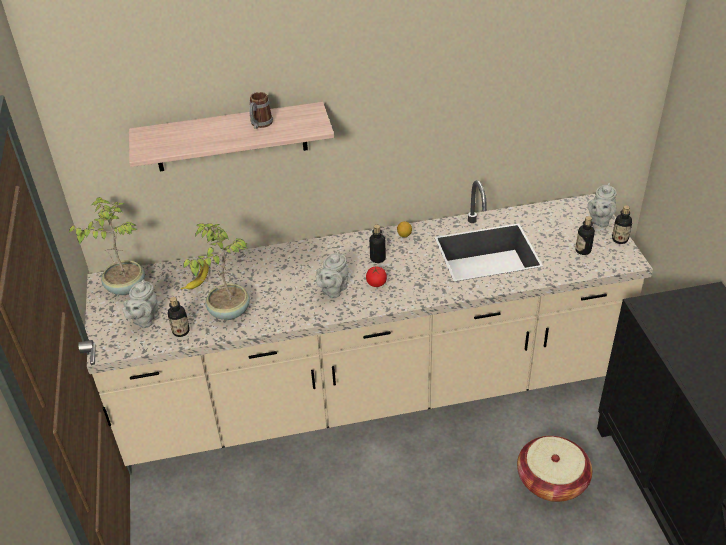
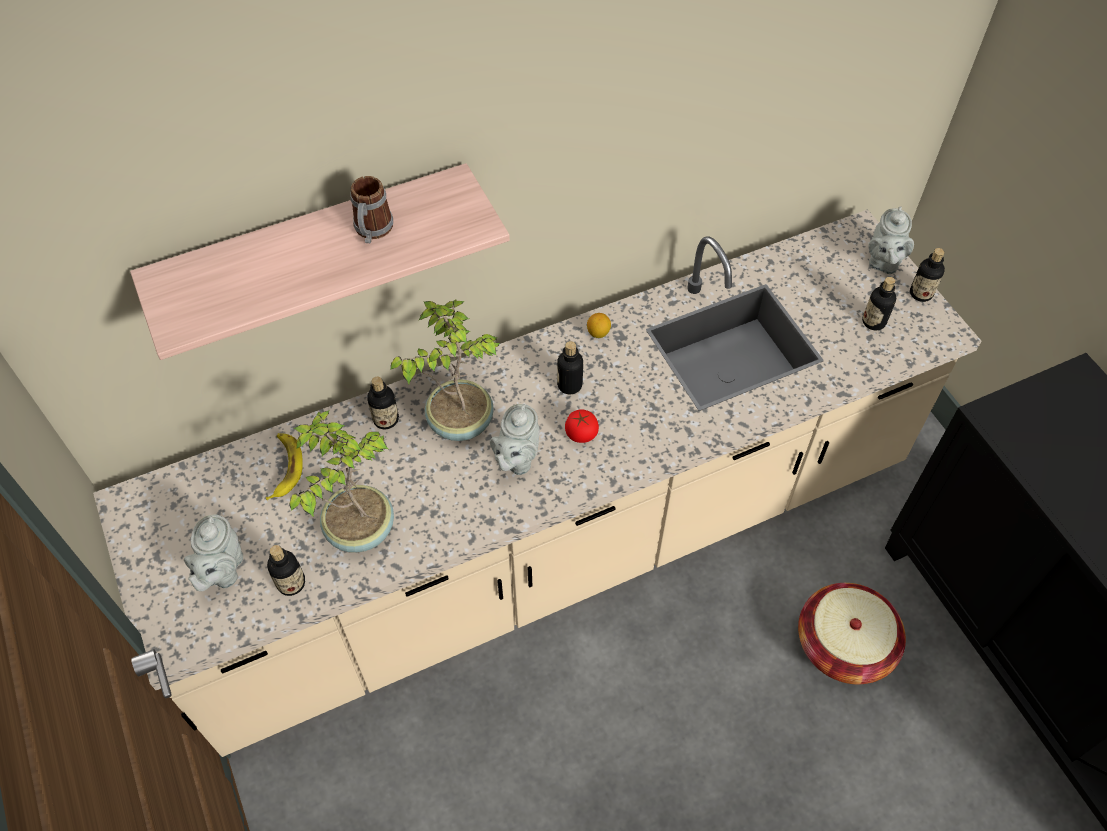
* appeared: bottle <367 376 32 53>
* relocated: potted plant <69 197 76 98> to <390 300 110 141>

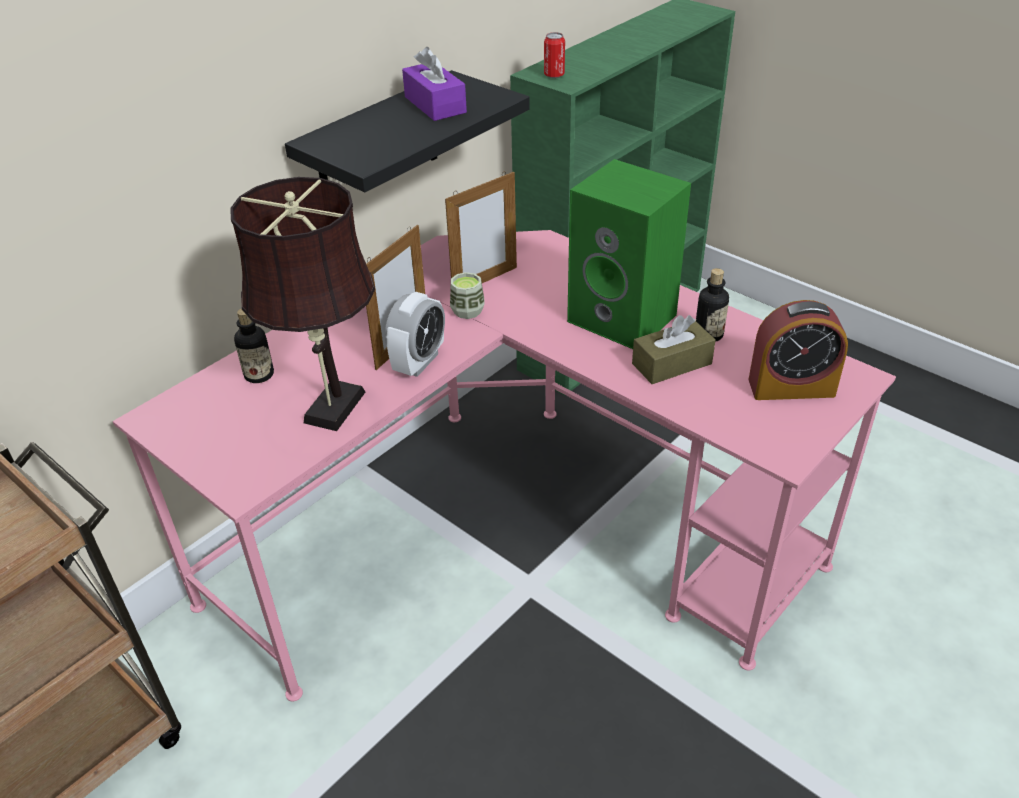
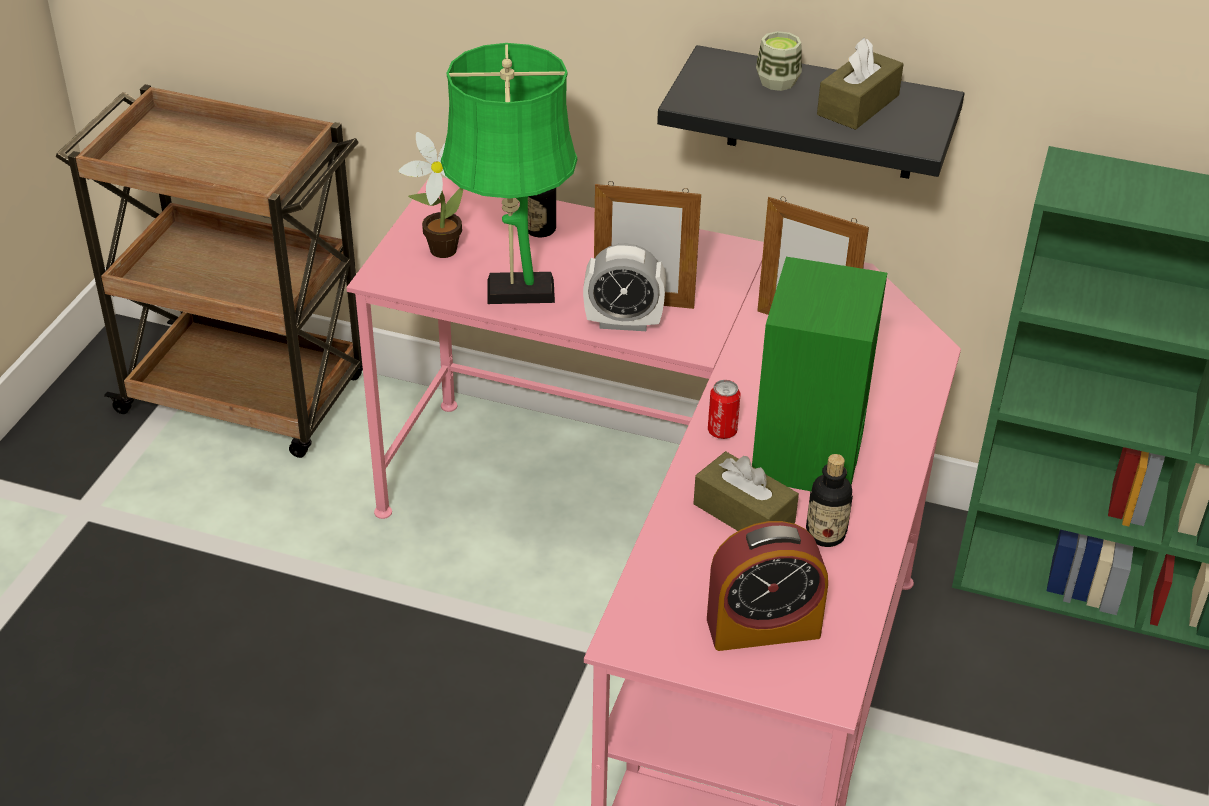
* appeared: potted plant <398 132 66 126>
* relocated: cup <450 272 34 47> to <756 31 46 60>
* relocated: can <544 32 21 46> to <708 380 33 59>
* colour: table lamp/brown <230 177 145 254> to table lamp/green <441 43 137 261>
* colour: tissue box/purple <402 47 65 74> to tissue box/brown <817 37 87 93>
* spun: alarm clock <748 300 100 100> = <707 521 121 130> 75 degrees counterclockwise

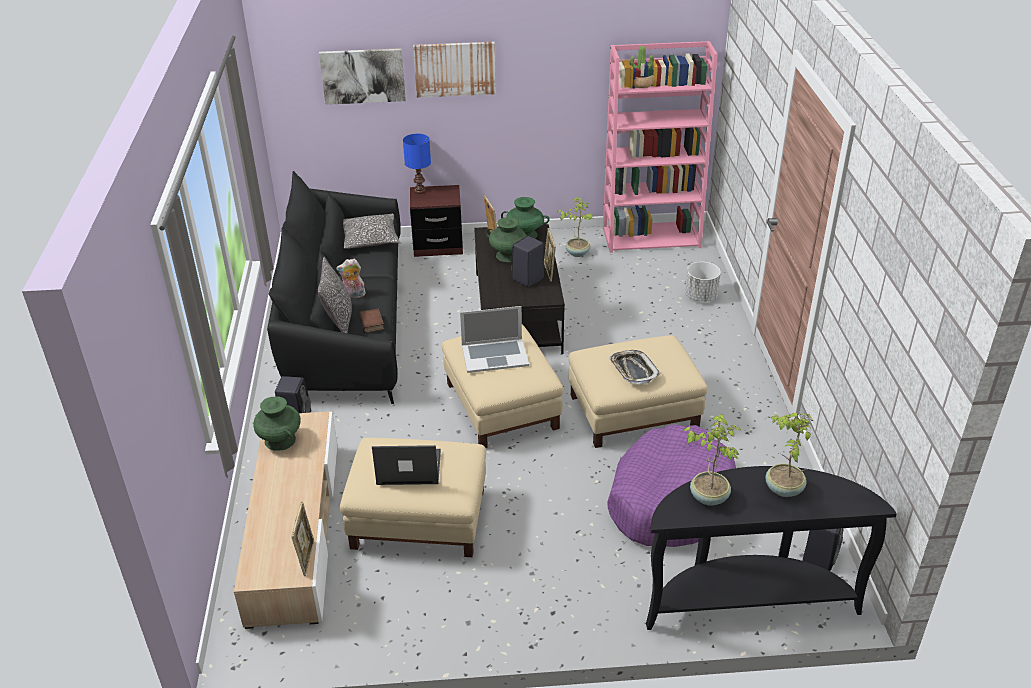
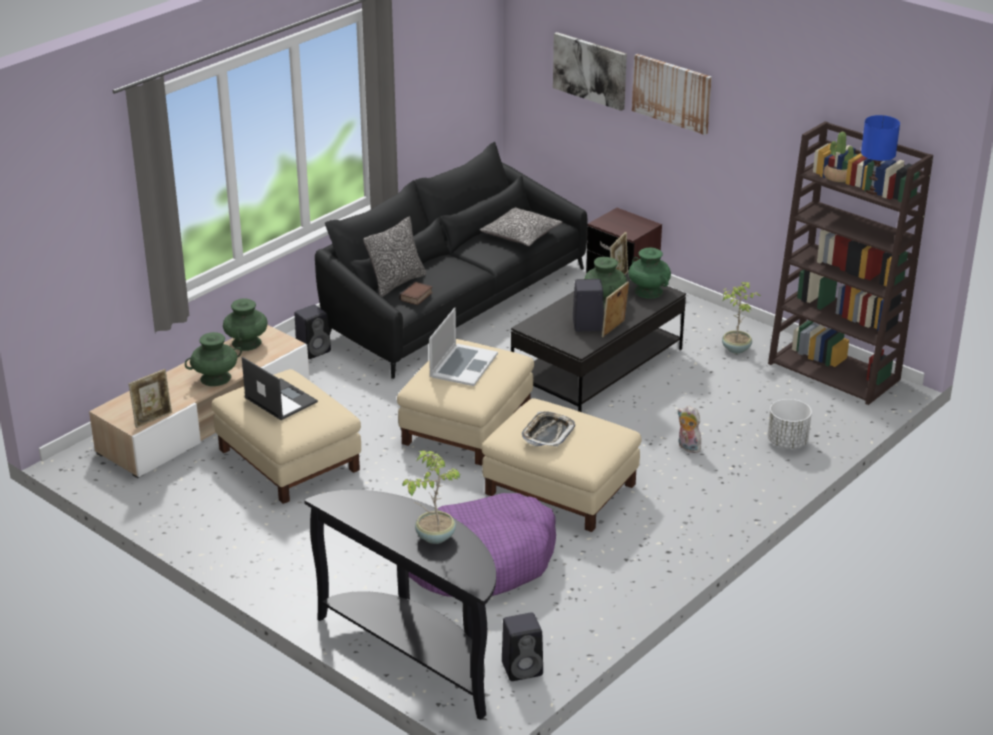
* missing: potted plant <683 414 58 92>
* appeared: vase/green <185 332 57 54>
* relocated: plush toy <336 259 30 39> to <677 406 24 47>
* relocated: table lamp/blue <403 134 28 60> to <861 115 39 80>
* colour: bookcase/pink <603 41 115 212> to bookcase/brown <768 121 165 284>
* spun: laptop <460 306 69 67> = <429 307 69 79> 105 degrees counterclockwise

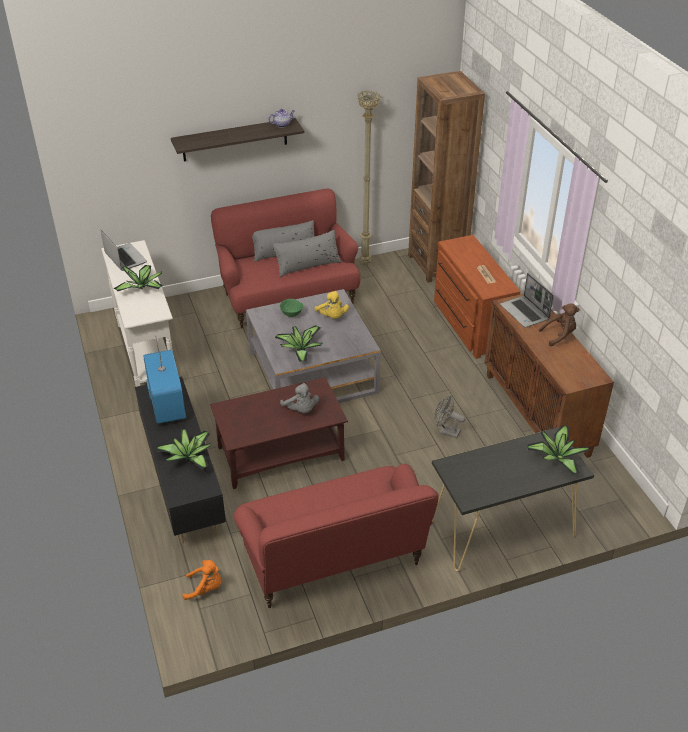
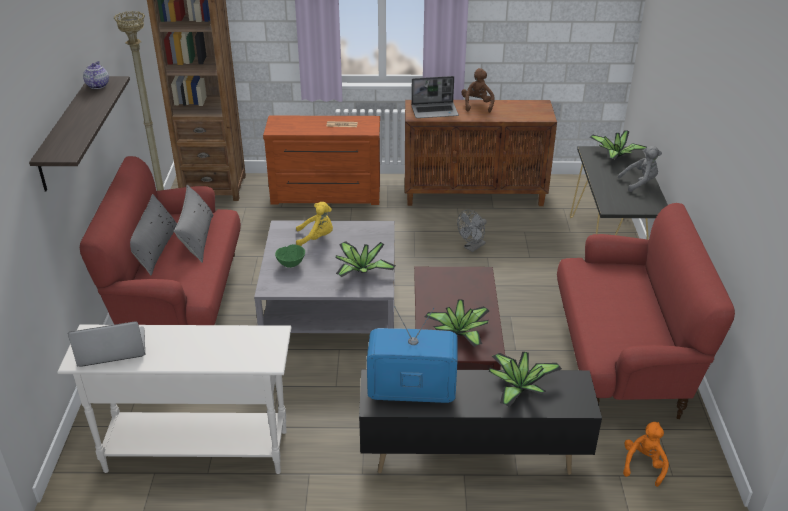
* relocated: potted plant <114 265 49 26> to <424 299 65 48>
* relocated: plush toy/grey <280 383 39 30> to <618 146 44 46>

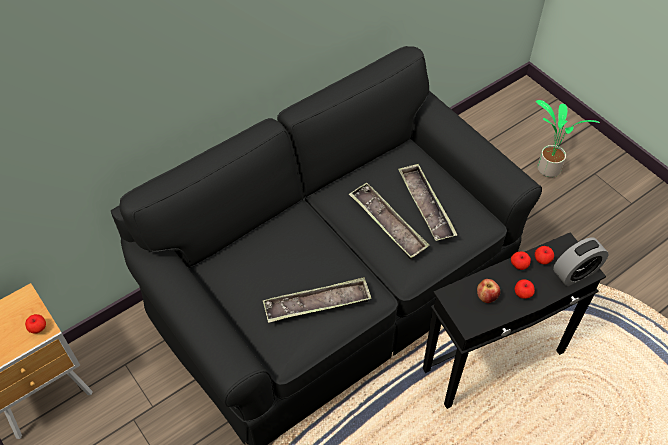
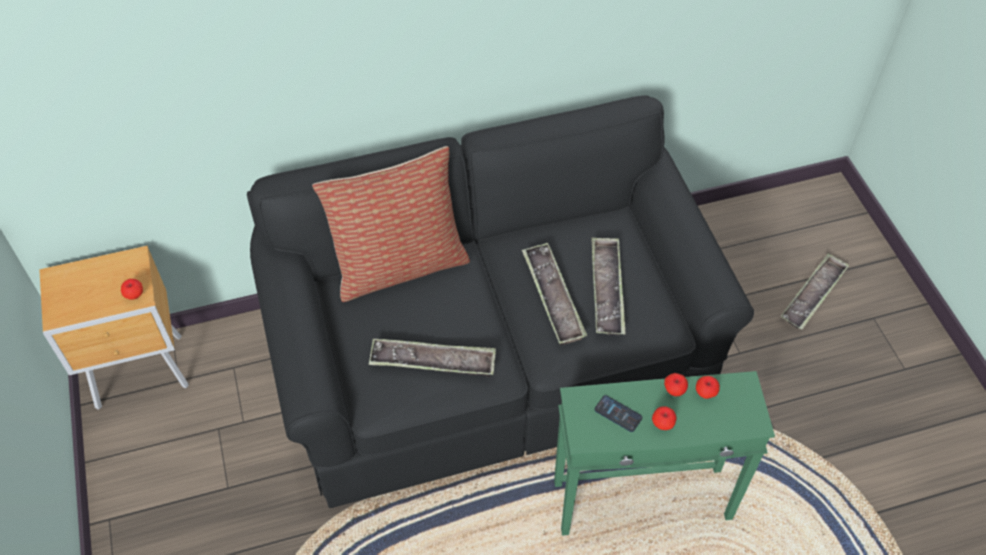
* missing: alarm clock <553 237 55 49>
* appeared: pillow <312 146 158 156>
* exchanged: apple <477 279 23 24> to phone <595 395 47 37>
* exchanged: potted plant <536 100 64 77> to tray <781 253 68 77>
* colour: side table/black <423 232 183 177> to side table/green <554 371 221 165>

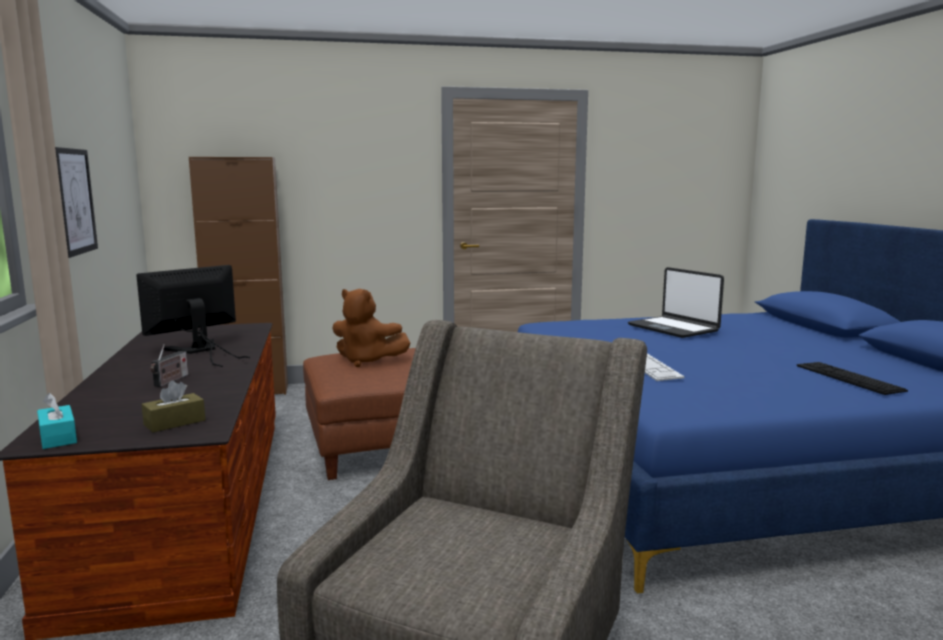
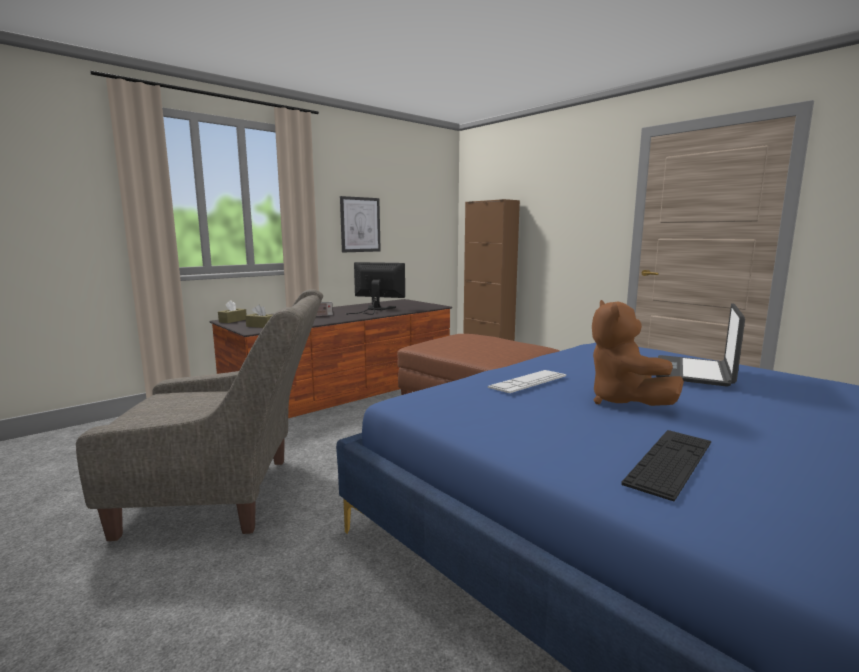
* relocated: plush toy/brown <332 289 79 78> to <592 300 92 106>
* colour: tissue box/turquoise <37 393 40 56> to tissue box/brown <218 300 29 23>

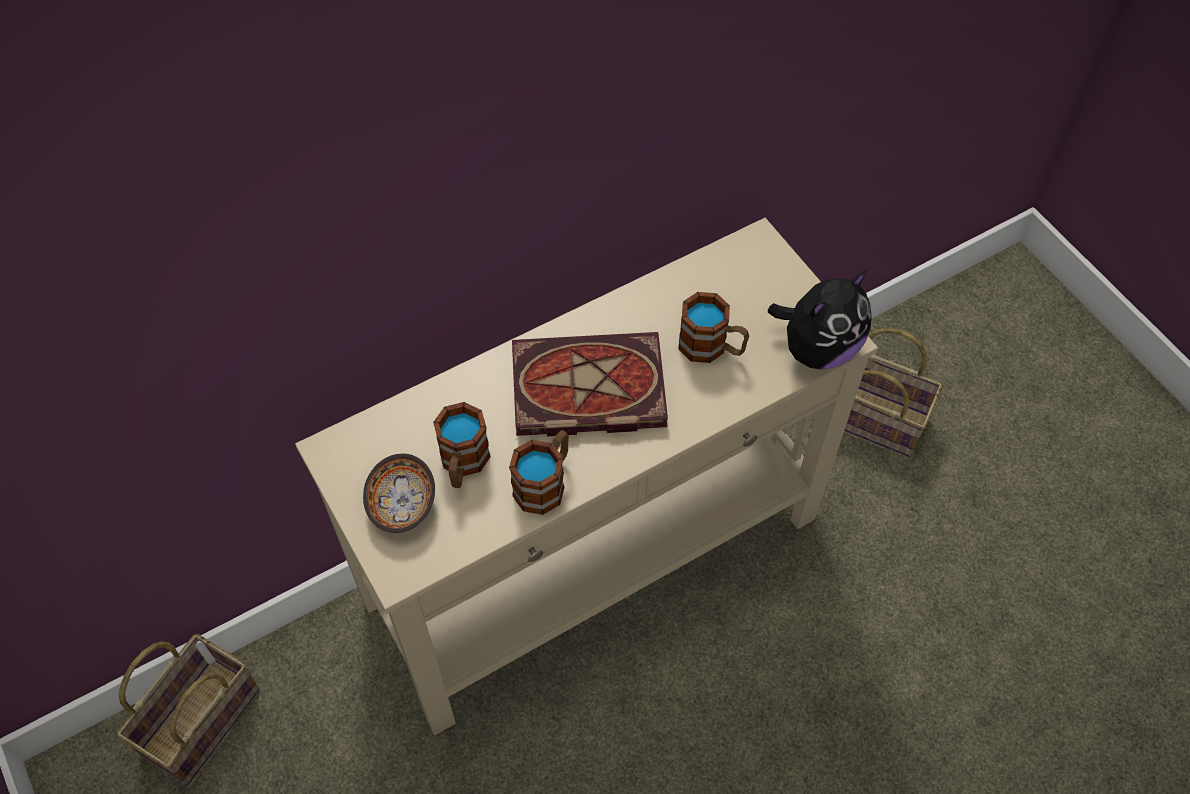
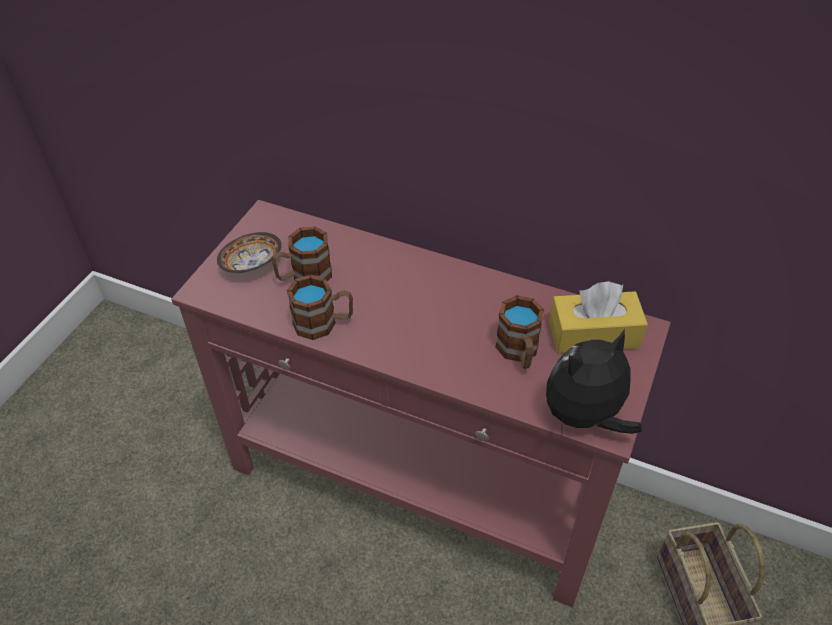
* missing: basket <117 634 142 151>
* missing: book <512 332 156 104>
* appeared: tissue box/yellow <549 281 99 73>
* colour: console table/beige <295 218 583 517> to console table/red <171 200 500 408>
* spun: plush toy <768 269 104 101> = <546 329 96 105> 135 degrees clockwise

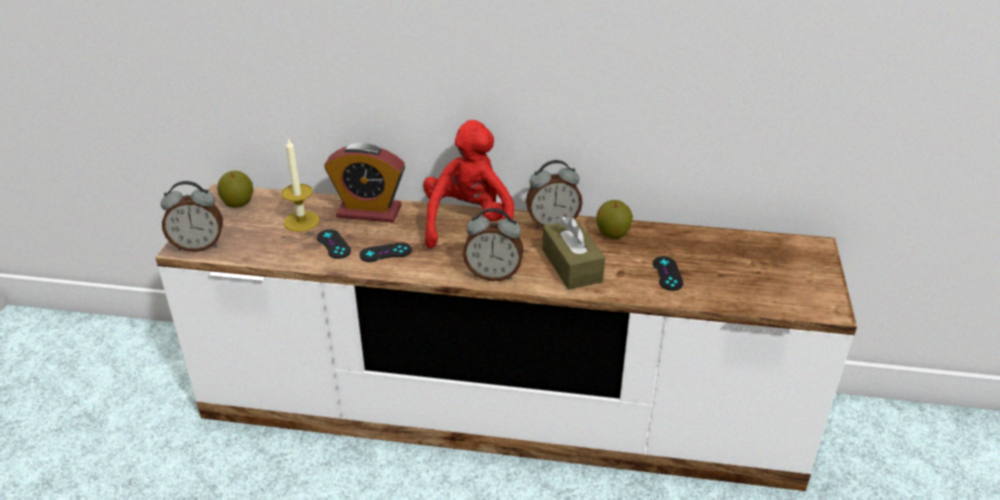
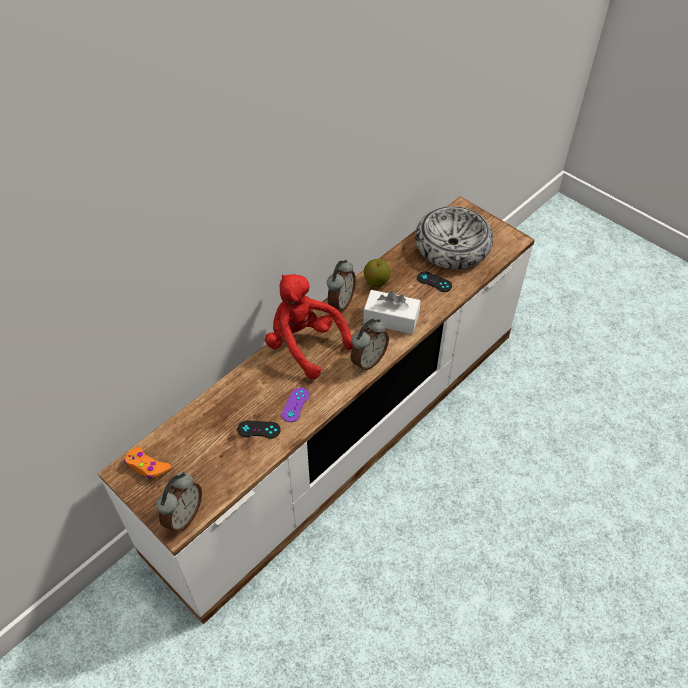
* missing: candle <281 137 39 95>
* missing: alarm clock <324 143 81 80>
* appeared: bowl <415 206 78 63>
* exchanged: apple <217 171 36 37> to game controller/orange <124 447 47 32>
* colour: game controller/black <359 243 53 19> to game controller/purple <282 388 27 34>
* colour: tissue box/brown <542 216 63 74> to tissue box/white <363 290 58 44>

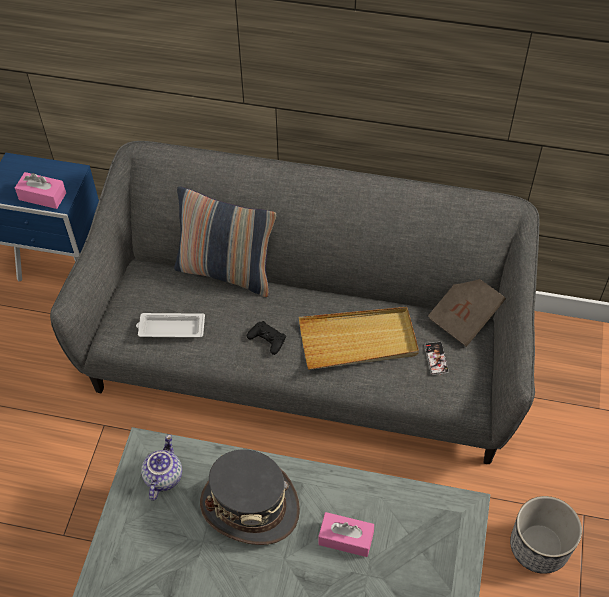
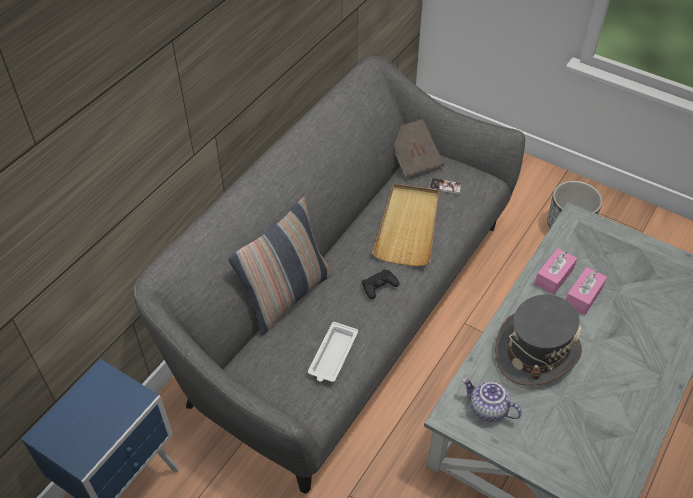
* relocated: tissue box/pink <15 172 51 37> to <535 248 42 47>

